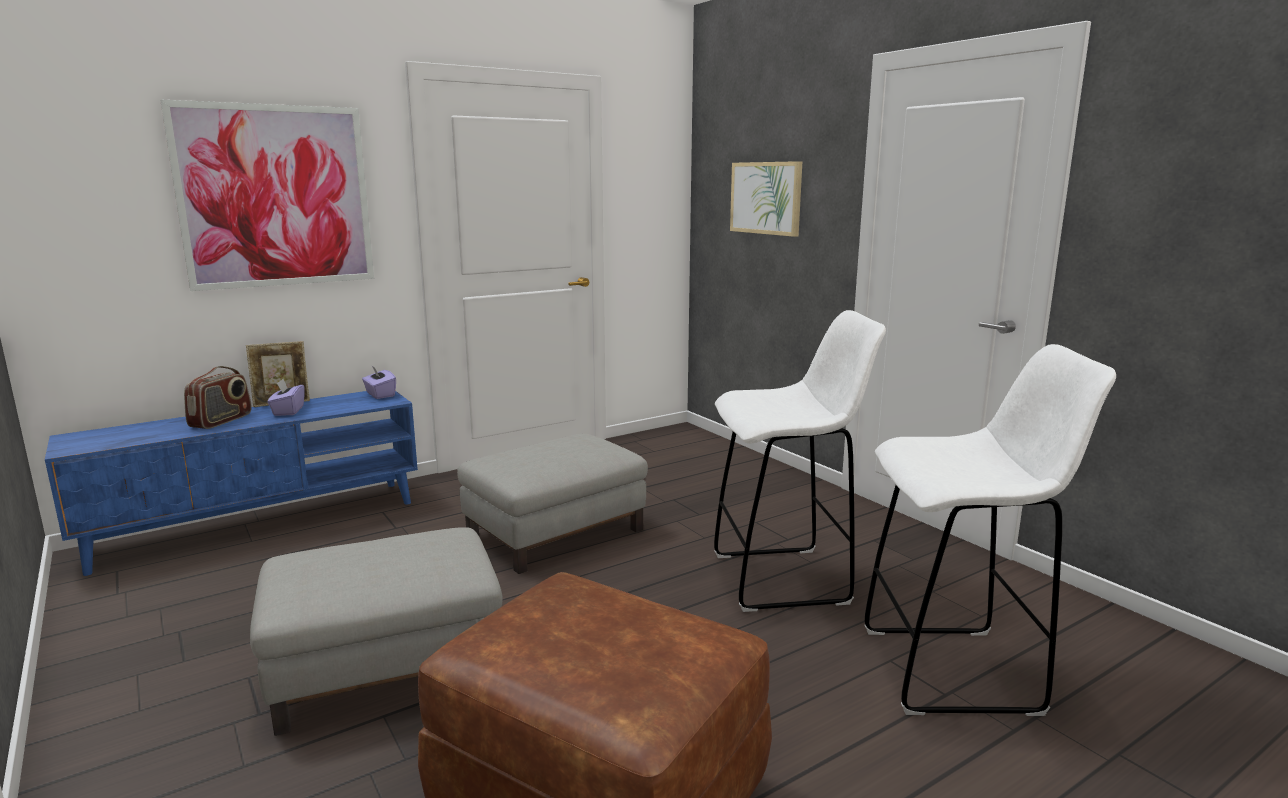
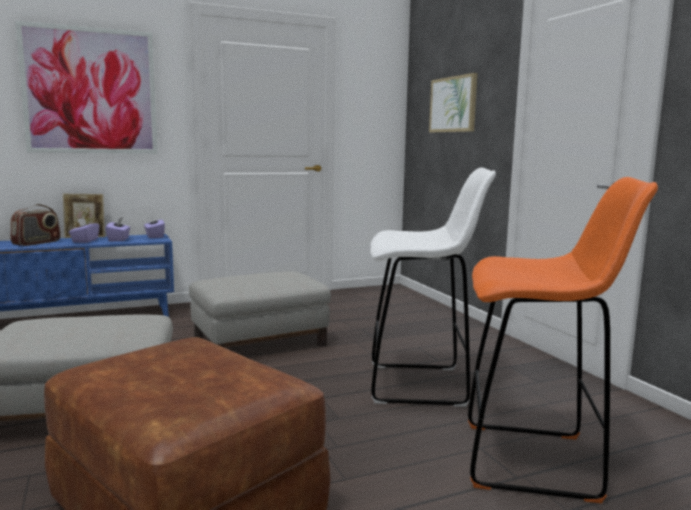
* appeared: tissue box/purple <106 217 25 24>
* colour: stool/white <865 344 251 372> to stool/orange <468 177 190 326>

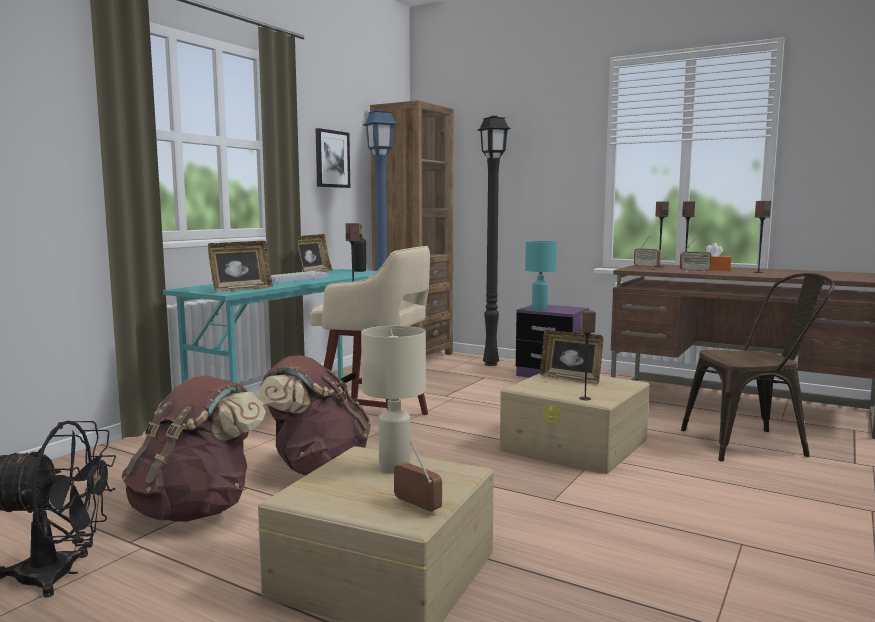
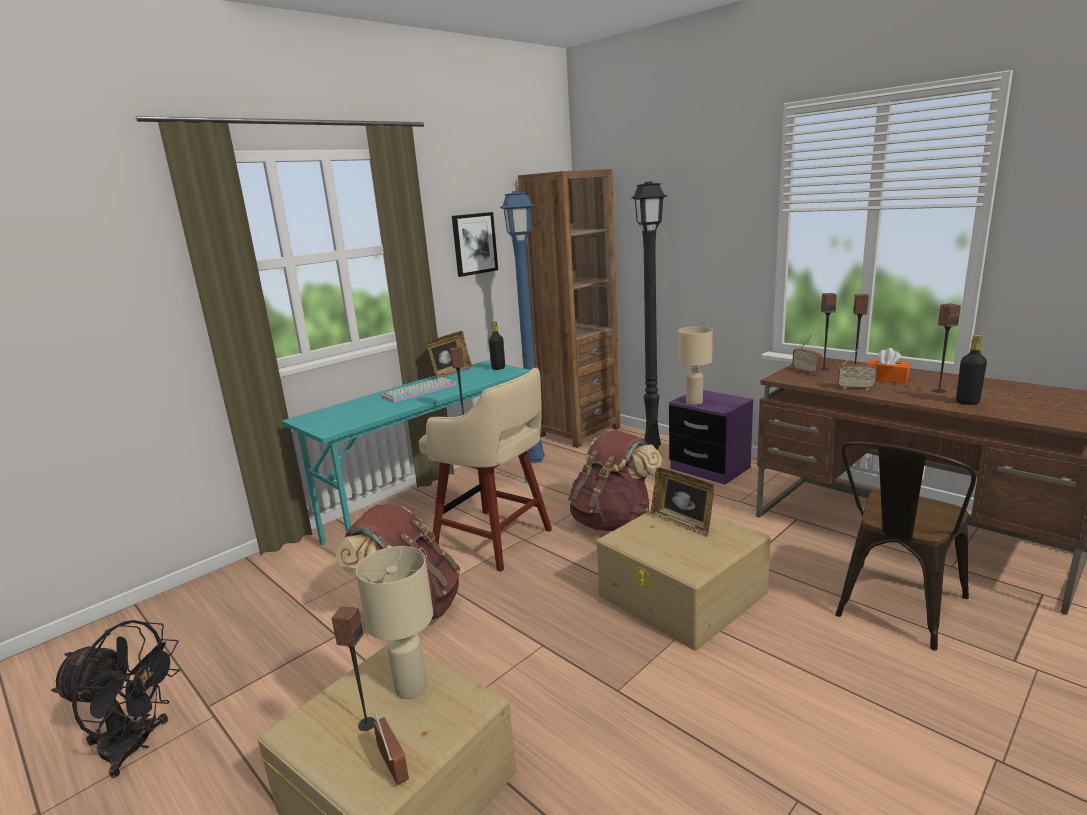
* missing: picture frame <208 241 65 51>
* appeared: bottle/black <956 335 31 70>
* relocated: backpack/brown <121 375 145 147> to <568 430 94 101>
* relocated: speaker <579 310 17 90> to <331 607 45 124>
* colour: table lamp/turquoise <525 241 32 69> to table lamp/beige <678 327 35 78>
* spun: chair/brown <681 273 153 188> = <835 441 141 210> 120 degrees clockwise

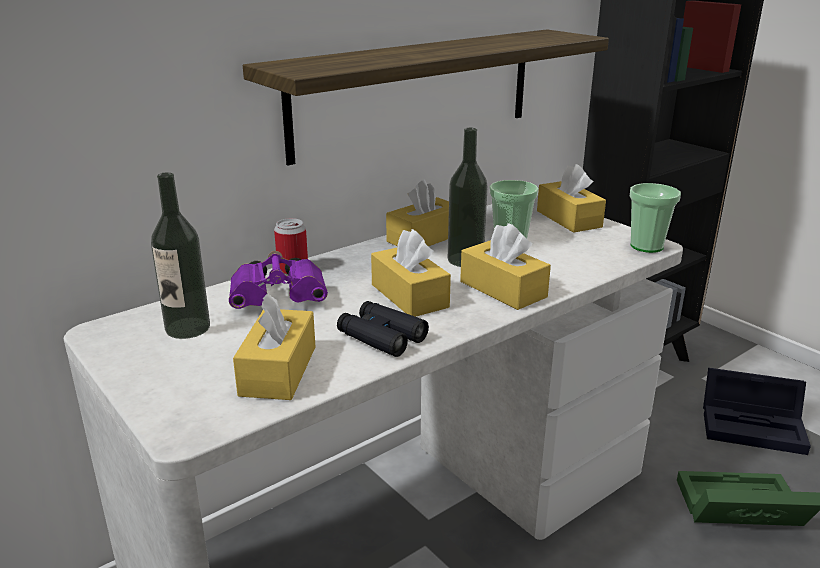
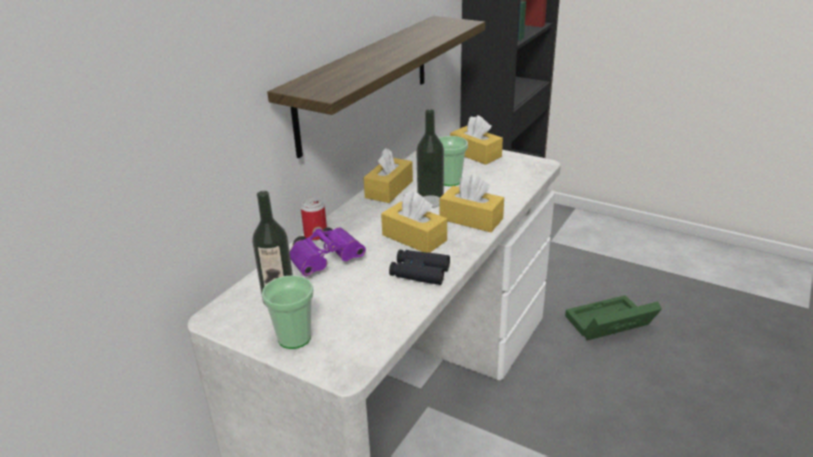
* missing: tissue box/yellow <233 293 83 107>
* missing: storage box/black <703 368 108 87>
* relocated: cup <630 183 51 70> to <262 275 52 74>

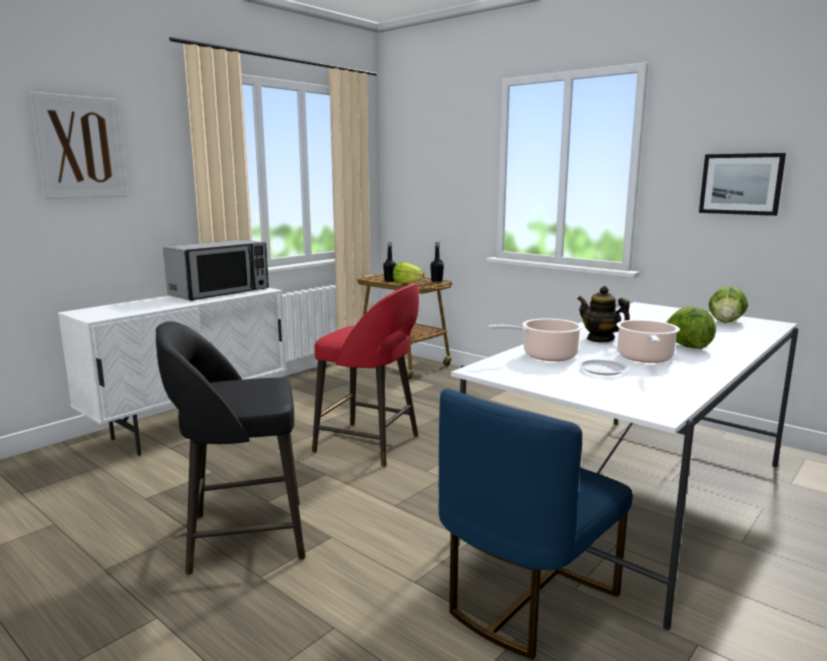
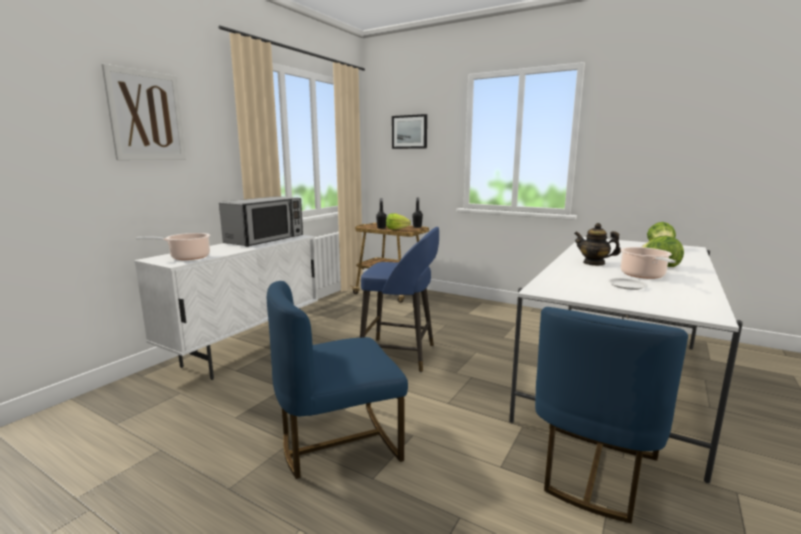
* relocated: cooking pot <488 318 95 43> to <136 233 74 27>
* relocated: picture <699 153 87 63> to <392 114 35 35>
* exchanged: stool/black <156 322 149 253> to chair/blue <267 281 141 198>
* colour: stool/red <312 284 107 183> to stool/blue <360 227 79 145>

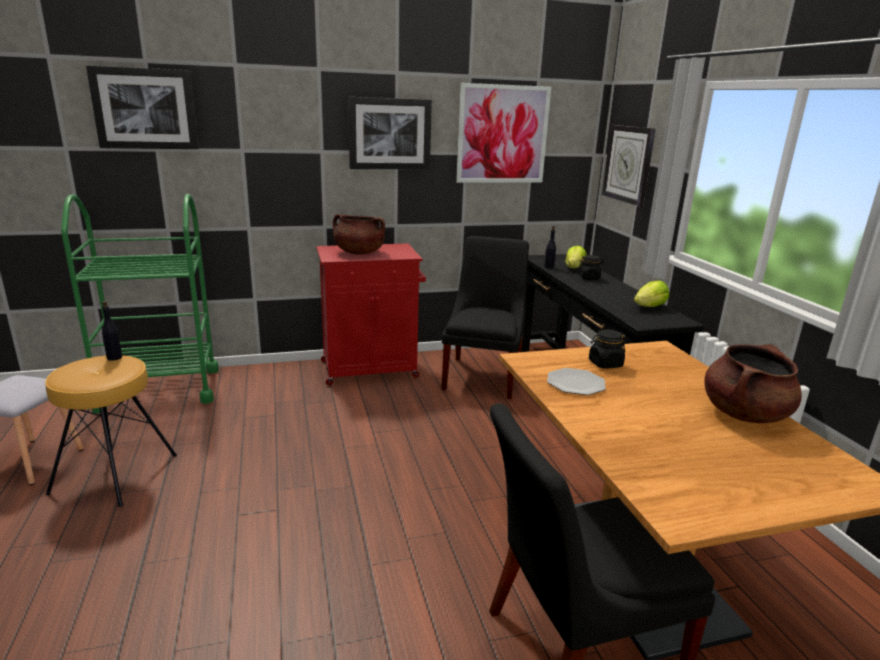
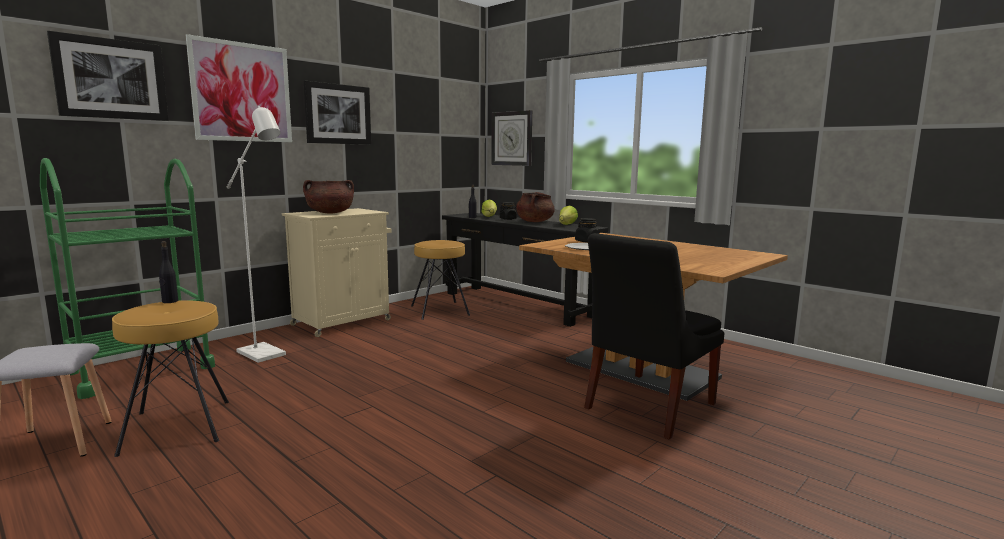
* appeared: floor lamp/white <227 106 59 257>
* relocated: picture <456 83 95 100> to <186 34 106 108>
* relocated: cooking pot/brown <704 344 98 79> to <516 192 39 30>
* exchanged: chair/black <442 236 87 163> to stool/brown <411 240 59 80>
* colour: cabinet/red <316 243 110 142> to cabinet/beige <282 208 110 129>

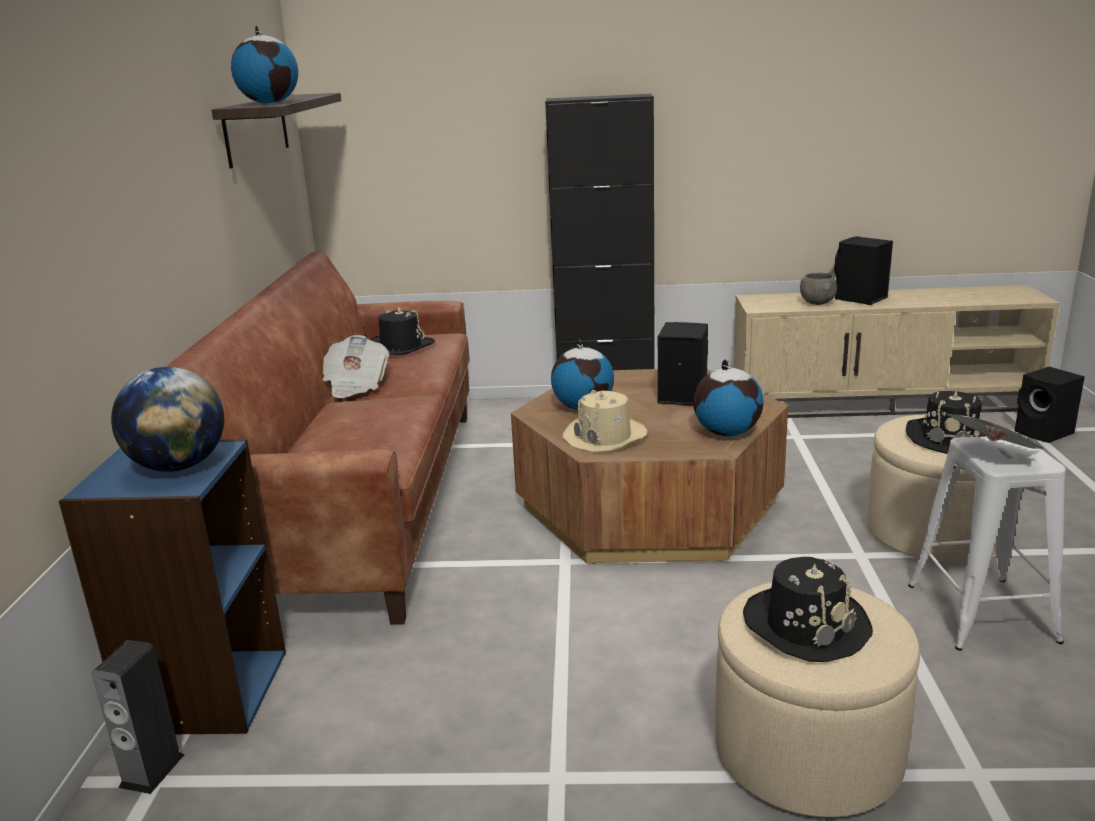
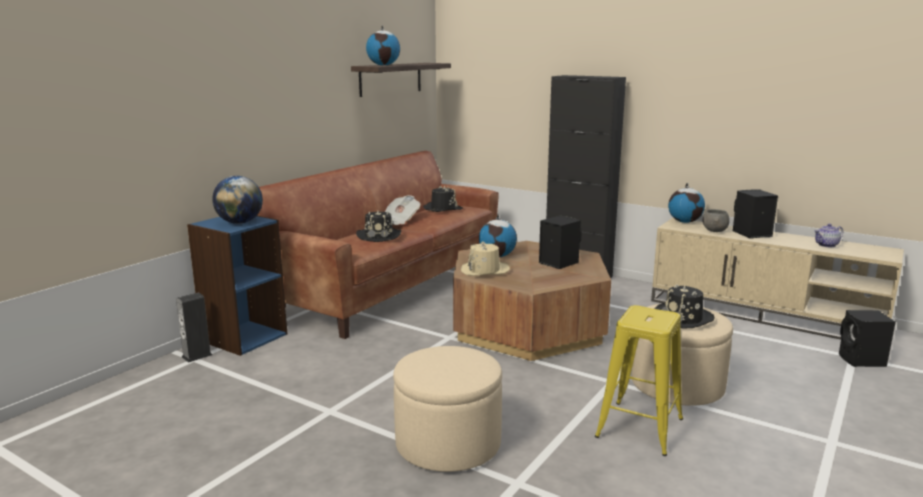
* missing: newspaper <942 413 102 37>
* appeared: teapot <814 224 29 23>
* relocated: globe <693 360 70 76> to <668 183 37 40>
* relocated: hat/black <743 557 130 105> to <356 211 45 31>
* colour: stool/white <908 436 158 215> to stool/yellow <595 305 88 151>

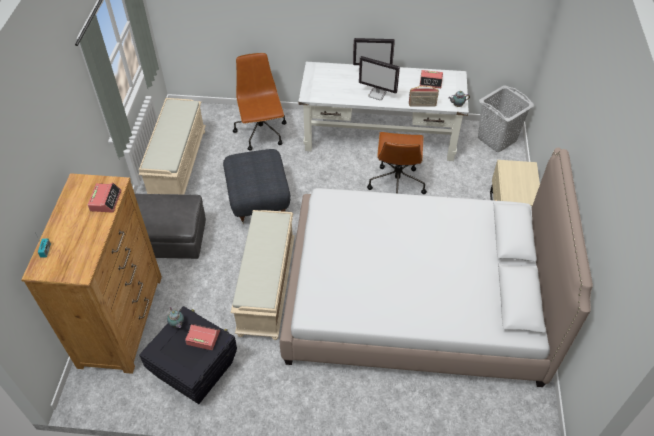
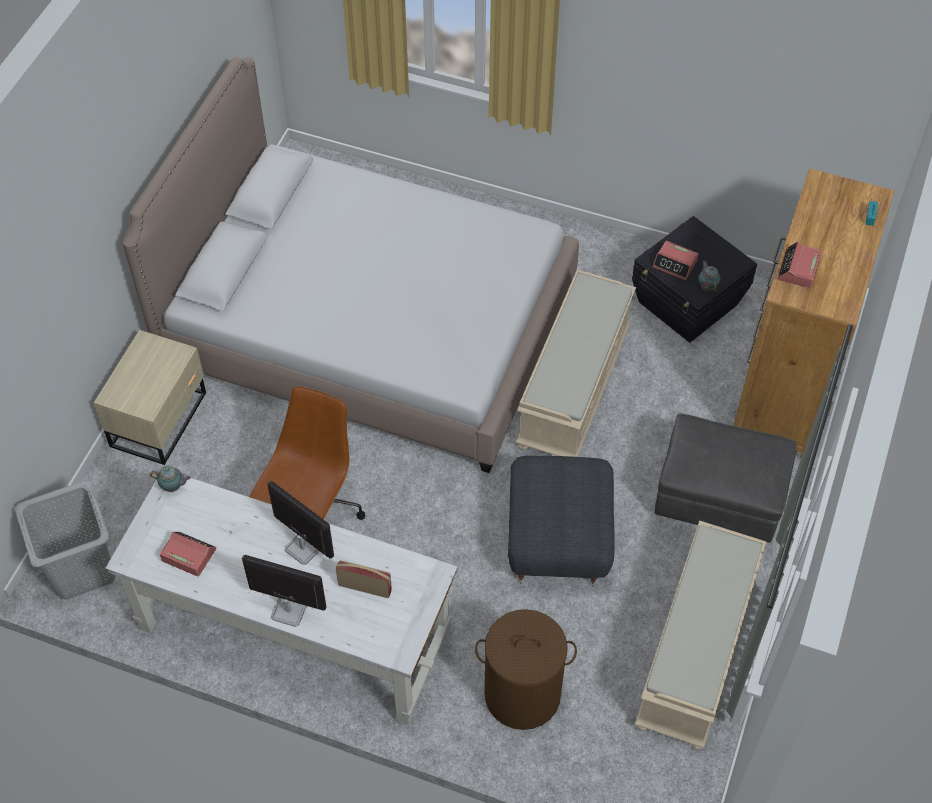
* relocated: radio <409 86 30 21> to <336 560 56 38>
* exchanged: office chair/brown <233 53 54 97> to laundry basket/brown <475 609 102 121>

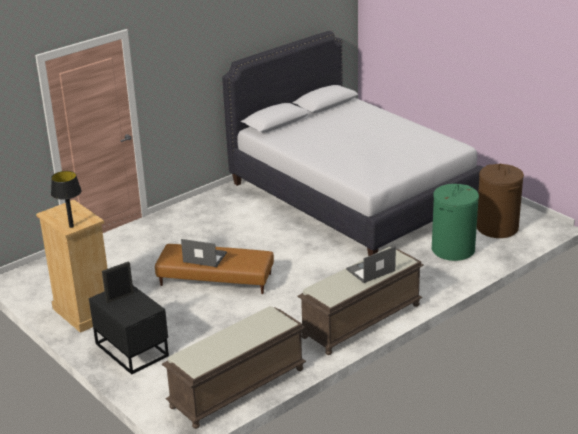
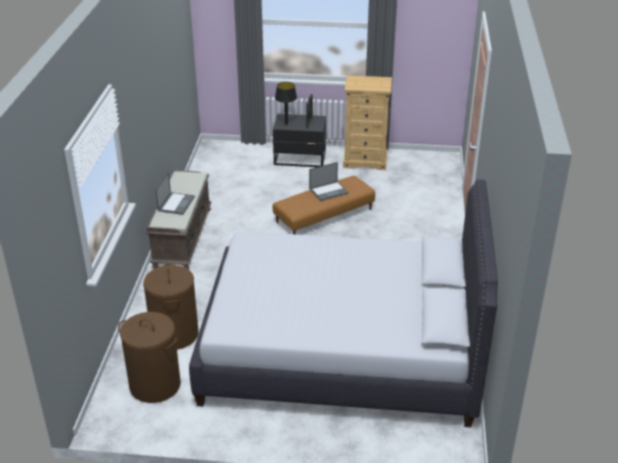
* missing: bench/brown <162 306 144 123>
* relocated: table lamp/black <51 171 31 57> to <275 82 22 43>
* colour: laundry basket/green <432 184 47 77> to laundry basket/brown <143 264 56 86>

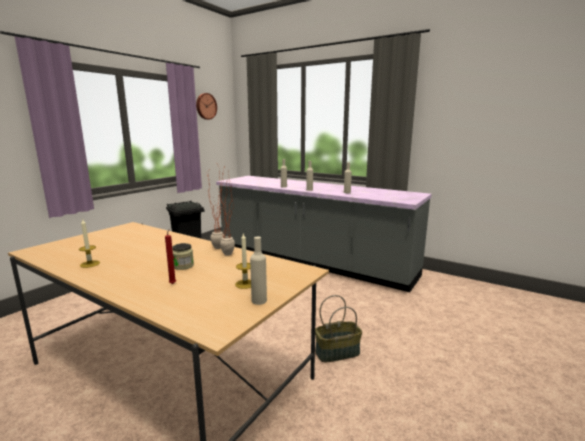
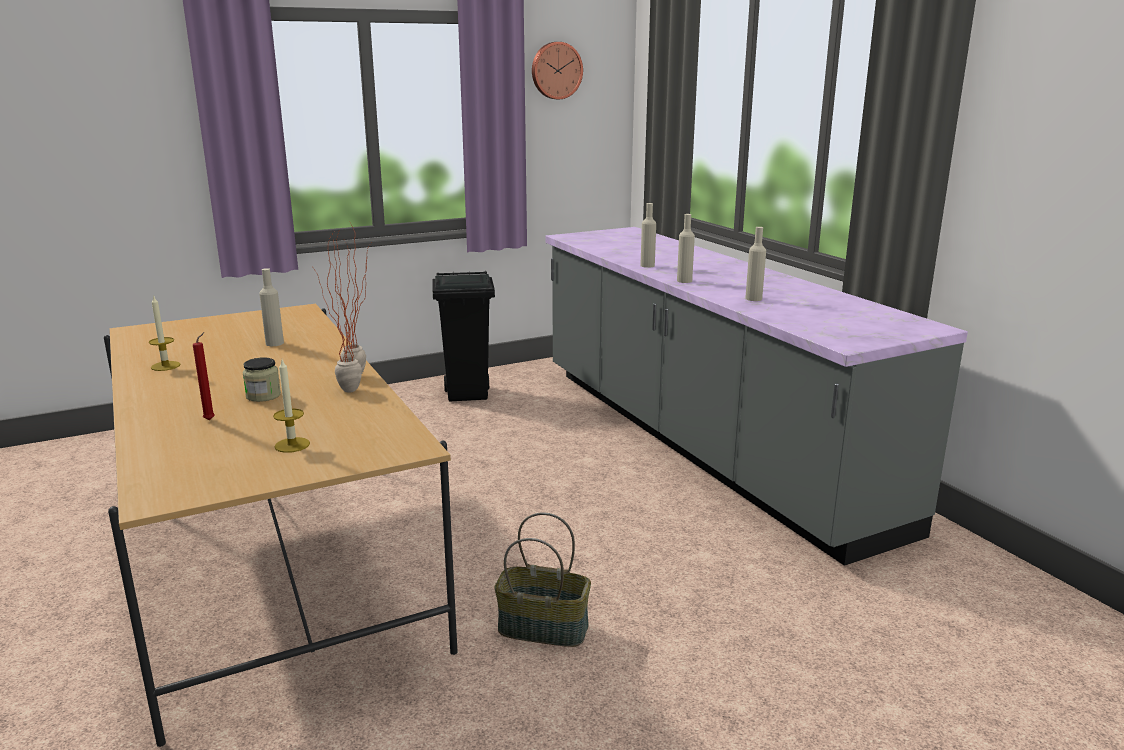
* relocated: bottle/beige <250 237 17 68> to <259 268 25 78>

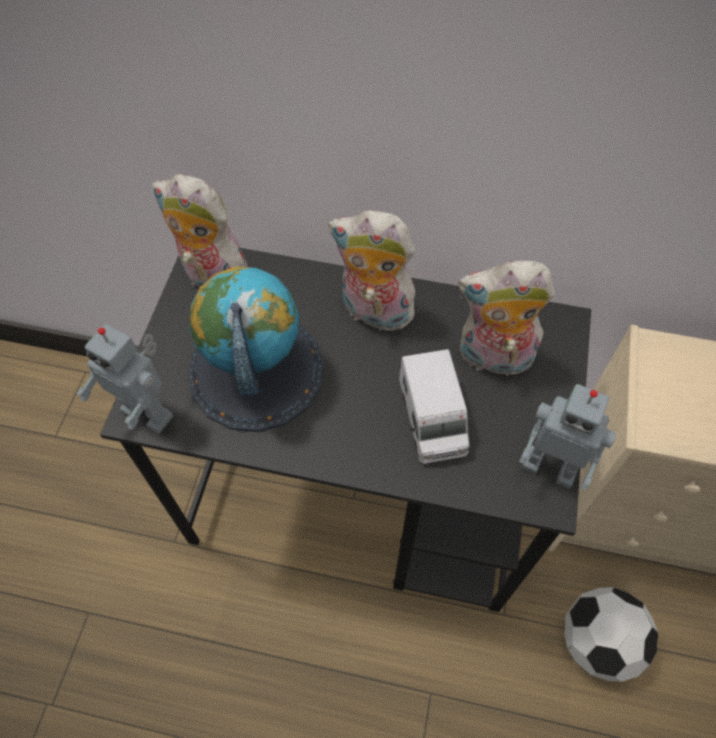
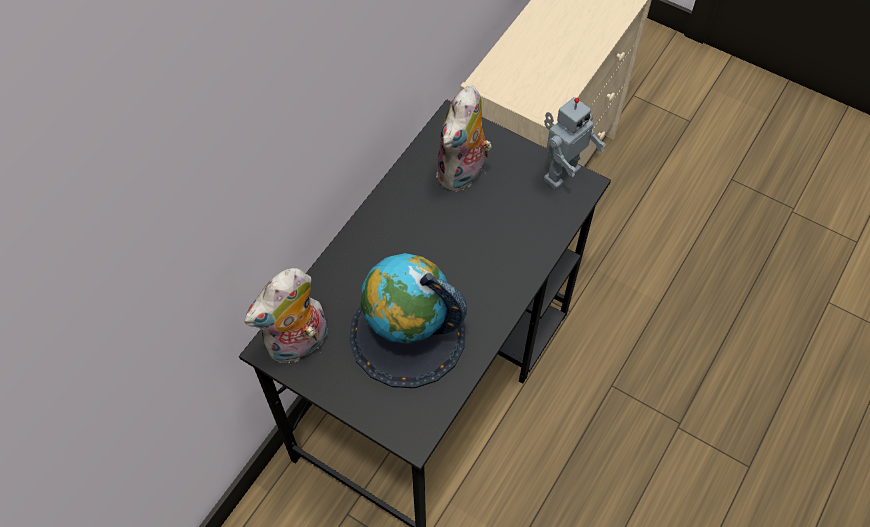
* missing: toy robot <76 324 97 110>
* missing: plush toy <328 210 90 125>
* missing: toy truck <399 349 73 115>
* missing: football <564 587 94 95>

